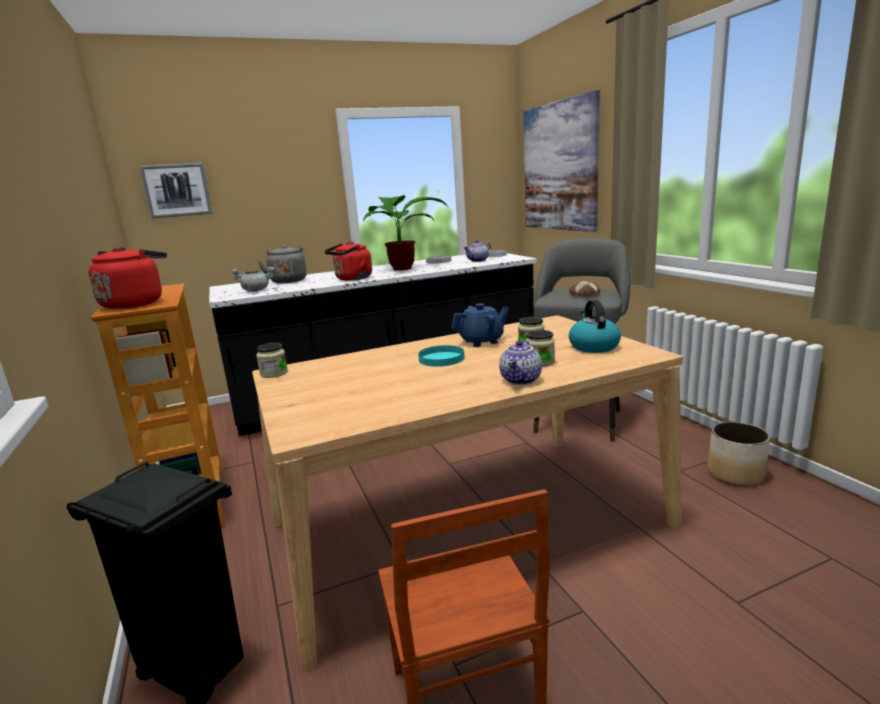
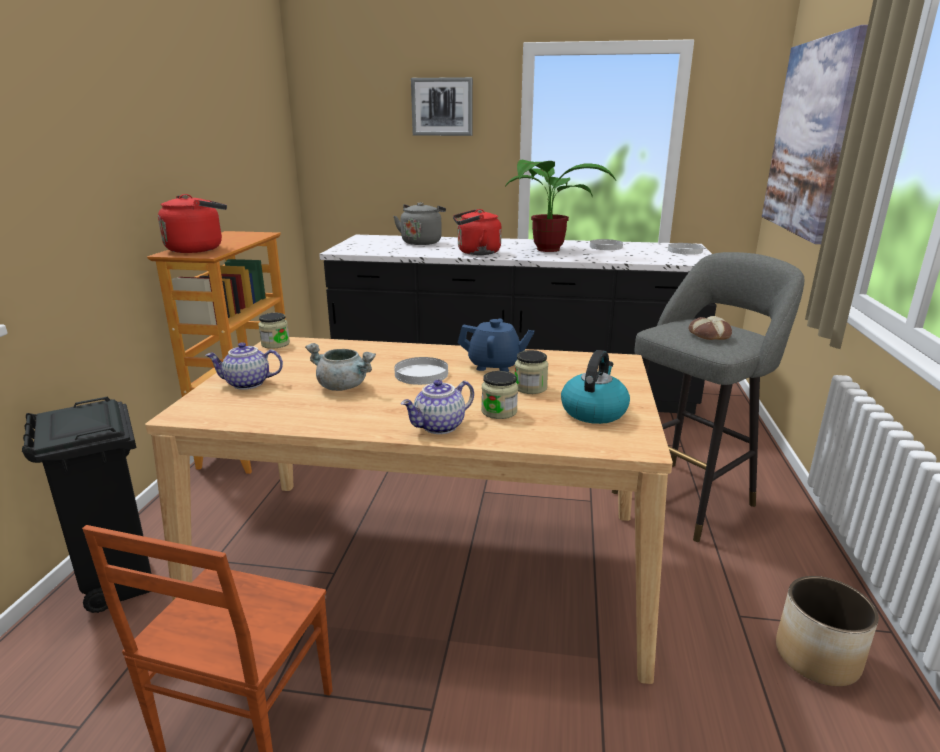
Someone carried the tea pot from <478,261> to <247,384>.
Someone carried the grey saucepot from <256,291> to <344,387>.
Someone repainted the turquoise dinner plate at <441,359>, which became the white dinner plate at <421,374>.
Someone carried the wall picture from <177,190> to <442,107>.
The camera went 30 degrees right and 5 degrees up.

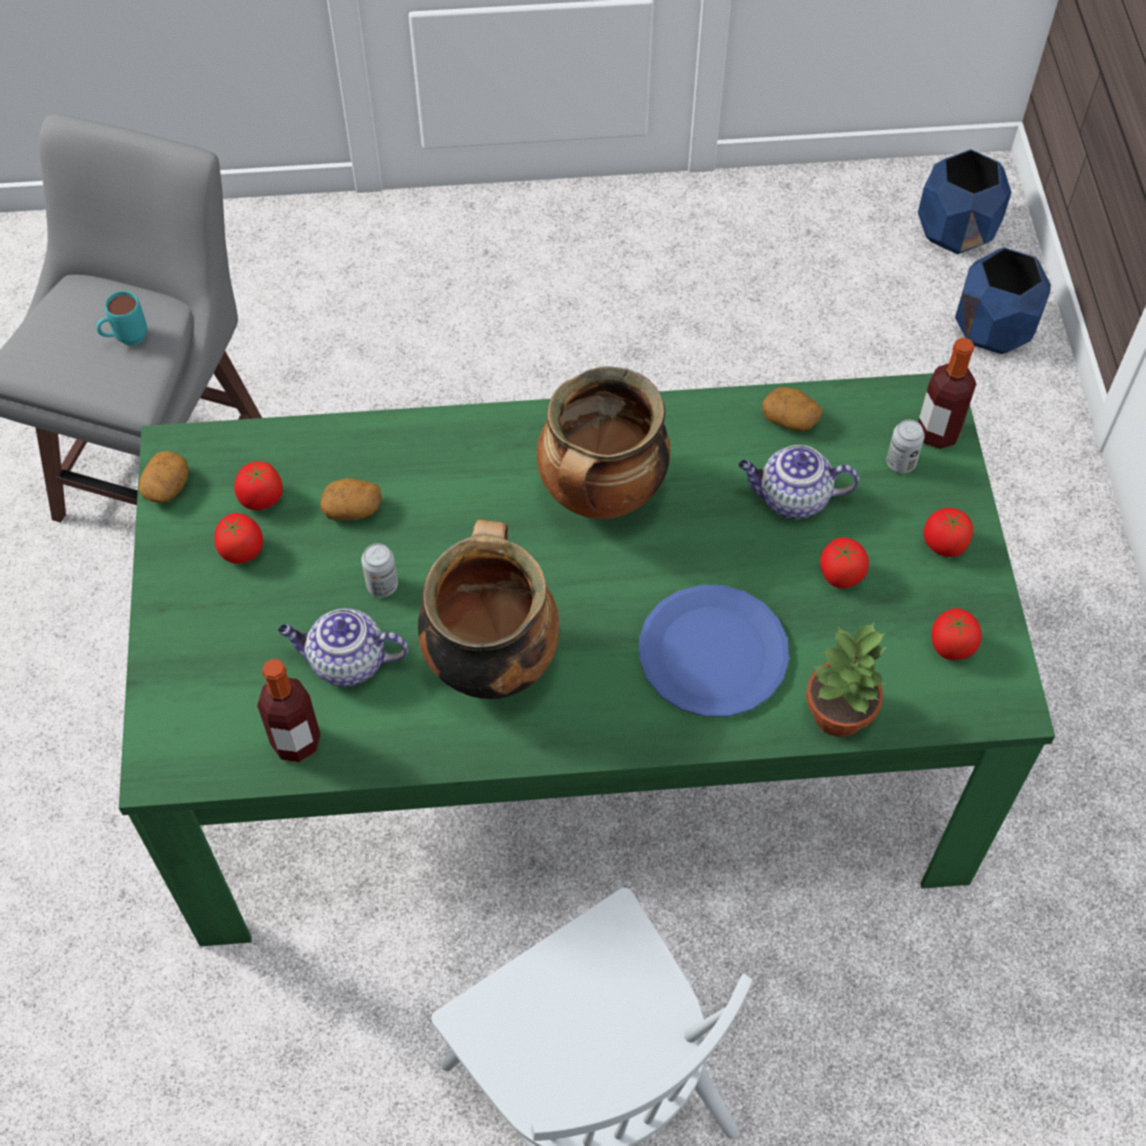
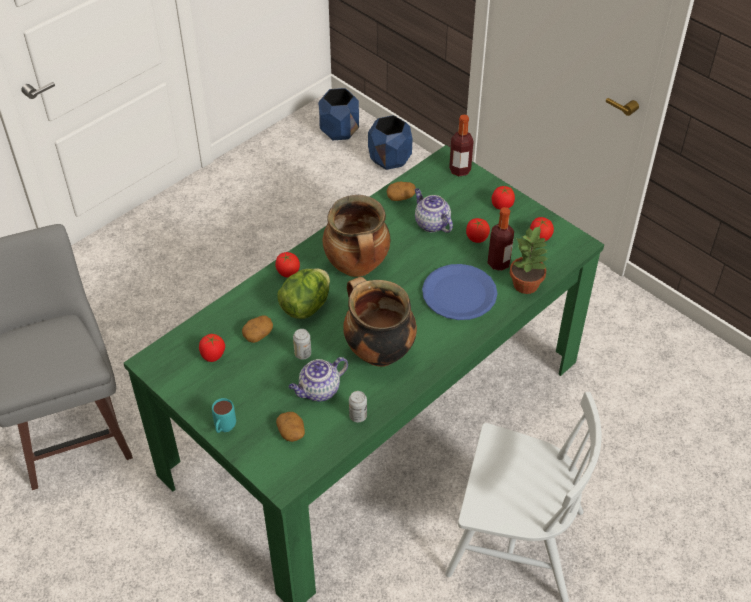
Someone carried the turquoise coffee mug from <126,340> to <224,429>.
Someone carried the tomato from <242,550> to <287,272>.
Someone carried the potato from <167,487> to <291,432>.
Someone put down the head of lettuce at <306,306>.
Someone carried the sealed can from <900,463> to <358,416>.
Someone rotated the tea pot at <792,499> by 90 degrees clockwise.
Someone carried the beverage bottle from <296,742> to <498,263>.
The camera went 40 degrees left and 10 degrees down.

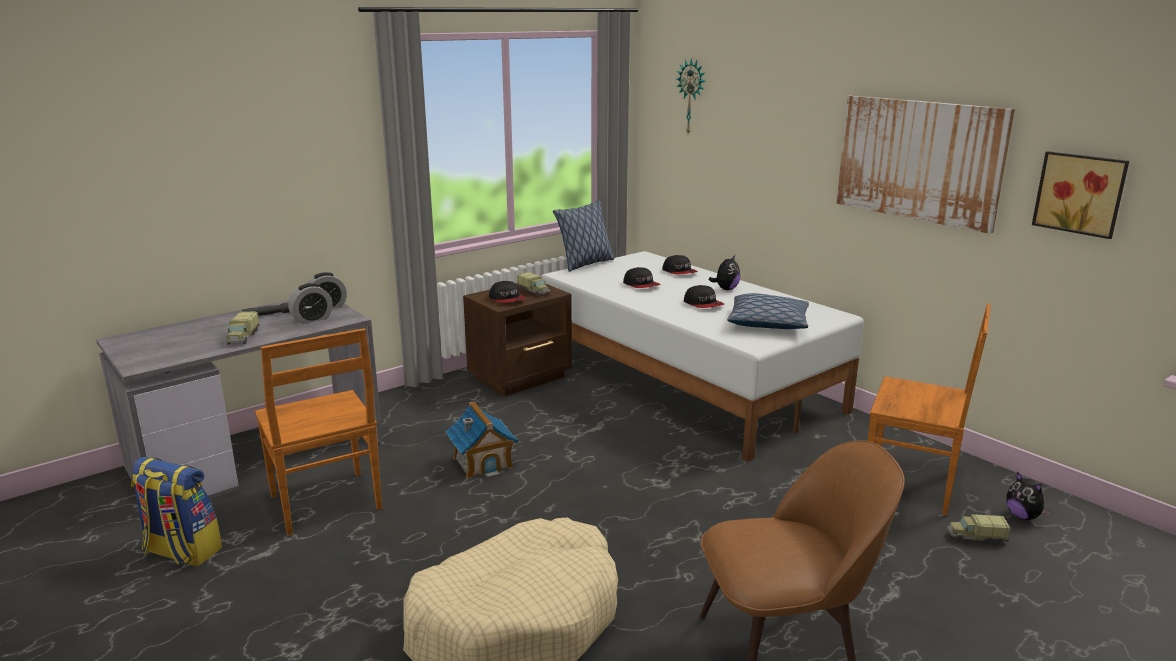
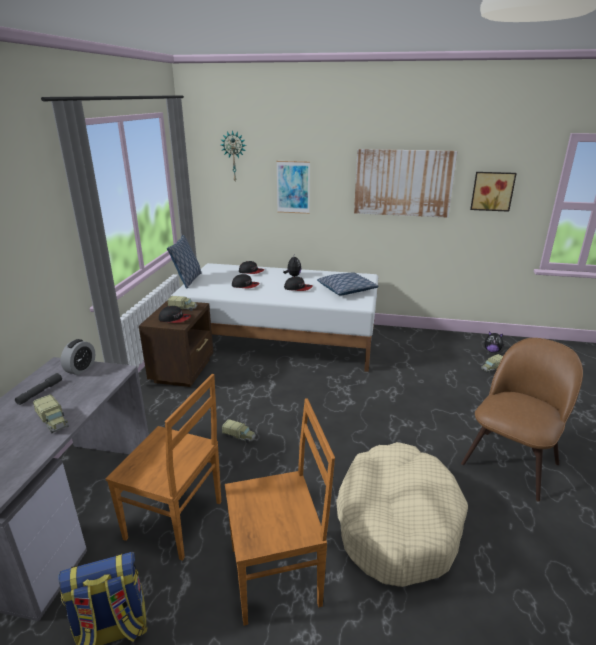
Someone swapped the miniature house at <483,462> for the toy lorry at <239,436>.
Someone carried the brown-coloured plain chair from <912,485> to <278,575>.
Someone put up the wall picture at <293,187>.
Someone took away the table clock at <312,319>.
The camera went 40 degrees left and 5 degrees up.

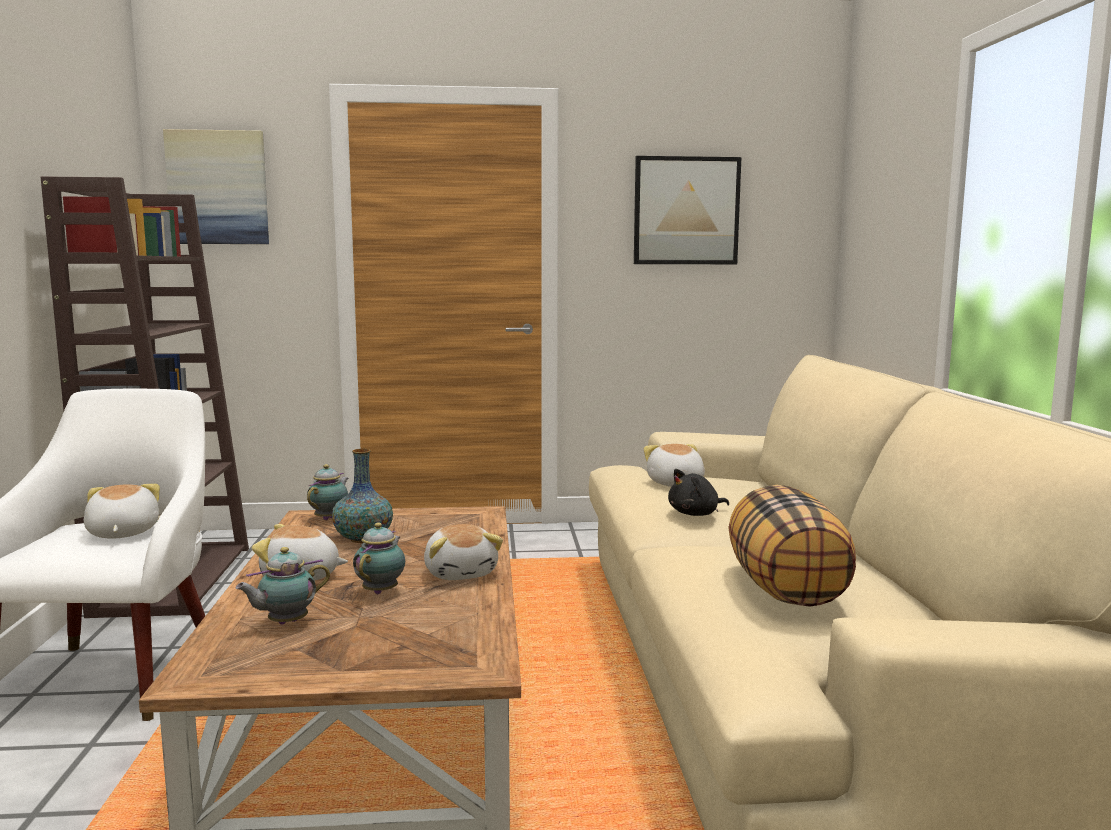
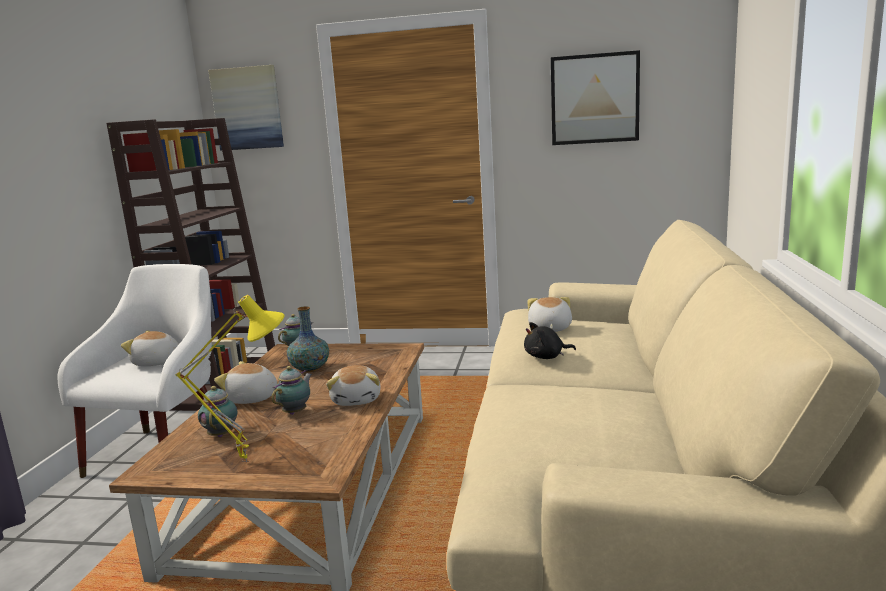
Someone rotated the cuddly toy at <121,533> by 75 degrees counterclockwise.
Someone put down the yellowish table lamp at <246,460>.
Someone rotated the tea pot at <285,623> by 105 degrees clockwise.
Someone took away the throw pillow at <787,590>.
The camera went 15 degrees right and 5 degrees up.

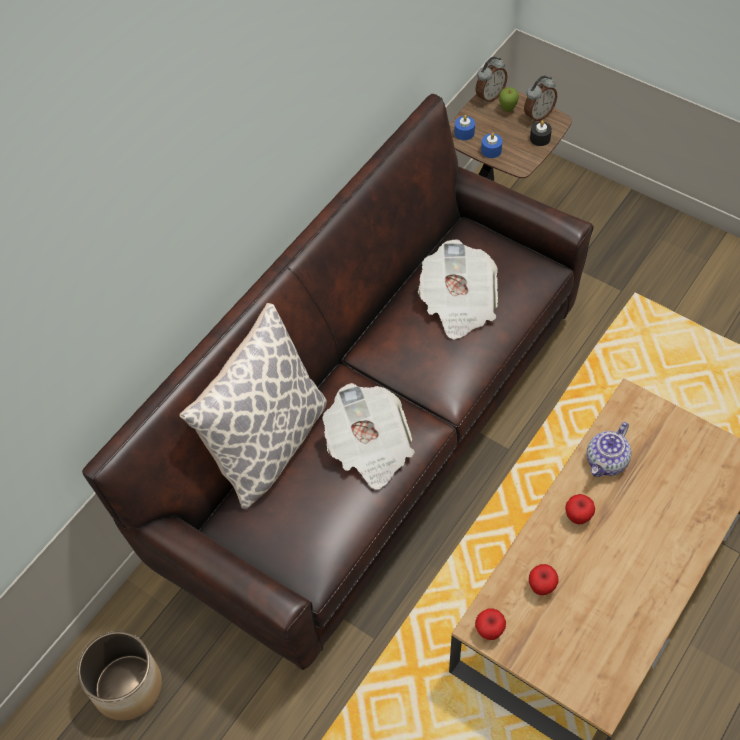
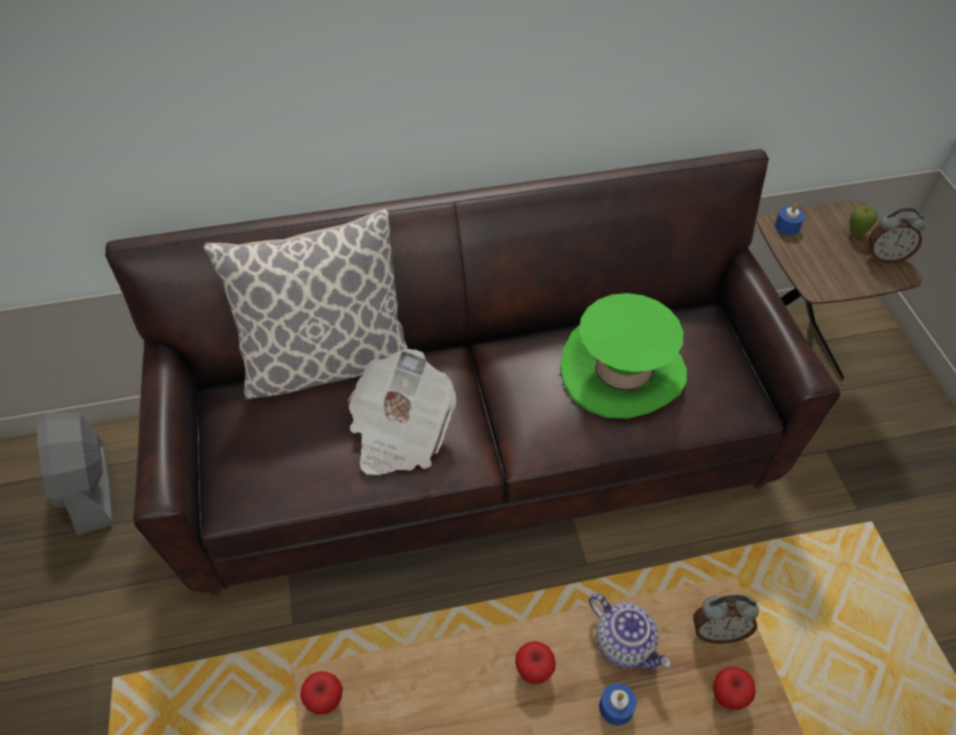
Someone swapped the plant pot at <128,686> for the grey electric fan at <90,488>.
Someone swapped the printed paper at <458,304> for the green hat at <622,371>.
Someone rotated the tea pot at <606,462> by 120 degrees counterclockwise.
Someone carried the blue-coloured wax light from <491,150> to <616,707>.
Someone carried the table clock from <489,96> to <717,631>.
Someone carried the apple from <541,587> to <727,696>.
Someone took away the black-coloured wax light at <540,138>.
The camera went 40 degrees right and 5 degrees down.

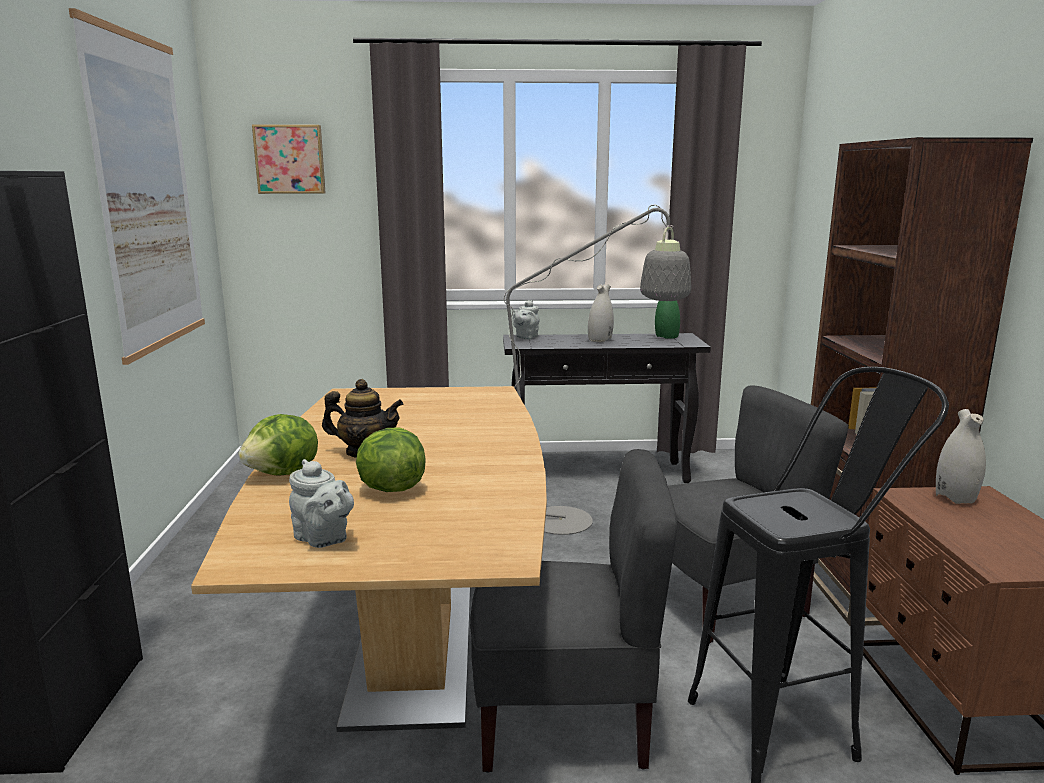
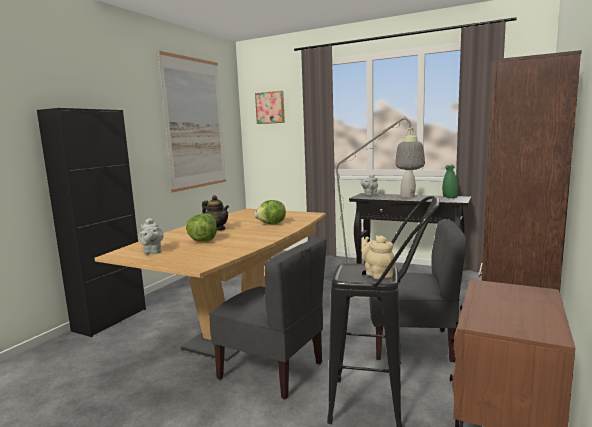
Someone carried the head of lettuce from <284,474> to <272,224>.
Someone put down the beige-coloured tea pot at <377,274>.
Someone took away the white decorative vase at <955,498>.
The camera went 30 degrees right and 5 degrees down.

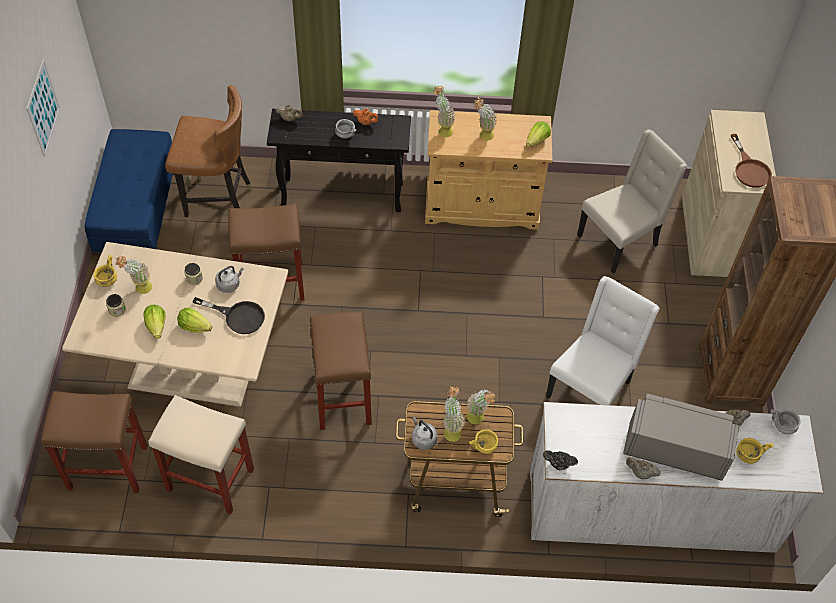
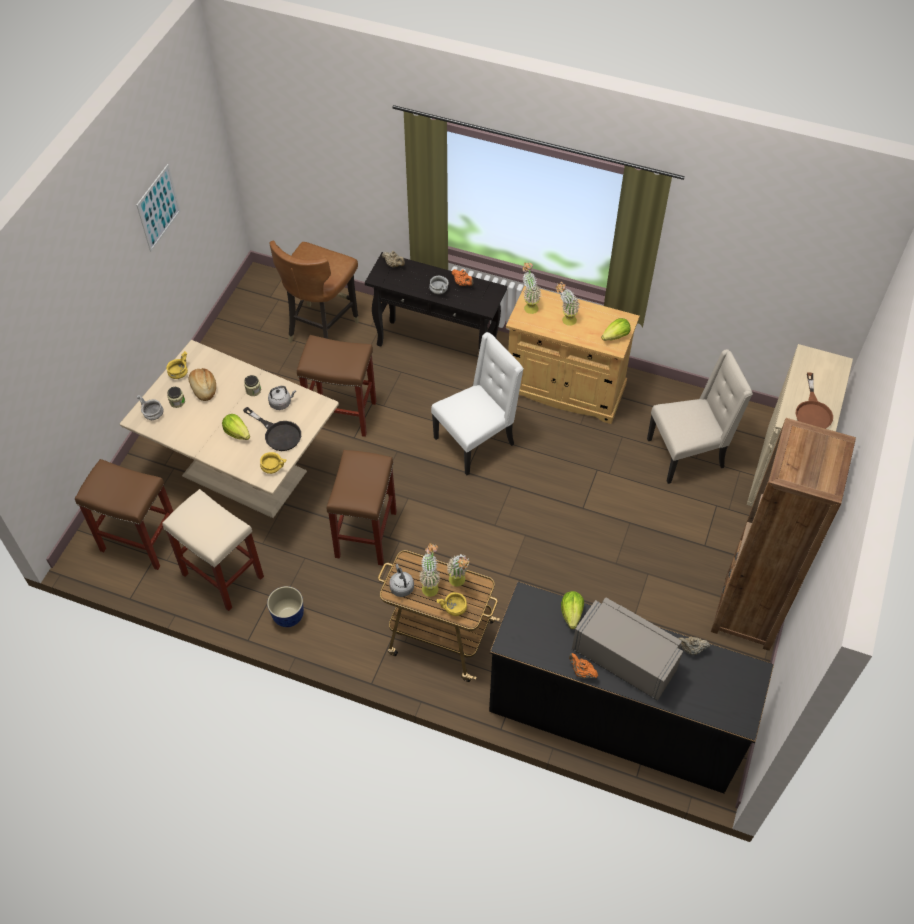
Someone carried the grey serving bowl from <783,426> to <153,415>.
Someone swapped the plant in a pot at <140,289> for the bakery bread at <203,388>.
Someone carried the yellowish serving bowl from <747,455> to <272,468>.
Someone put down the plant pot at <288,617>.
Someone rotated the brown-coloured plain chair at <218,203> by 90 degrees clockwise.
Someone carried the white plain chair from <590,389> to <476,441>.
Someone repainted the white chest of drawers at <650,510>, which became the black-coloured chest of drawers at <614,717>.
Someone carried the head of lettuce from <157,326> to <571,613>.
Someone repainted the beige-coloured tea pot at <640,473>, which became the orange tea pot at <581,672>.
Someone took away the blue-coloured long seat at <138,215>.
Someone took away the black-coloured tea pot at <558,464>.
The camera went 20 degrees right and 0 degrees up.

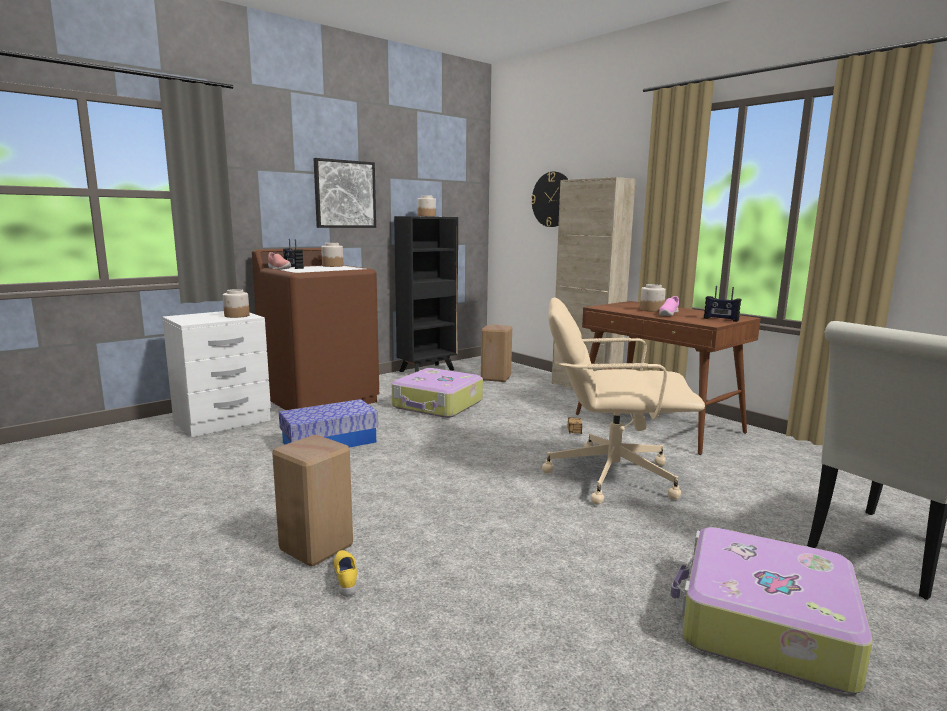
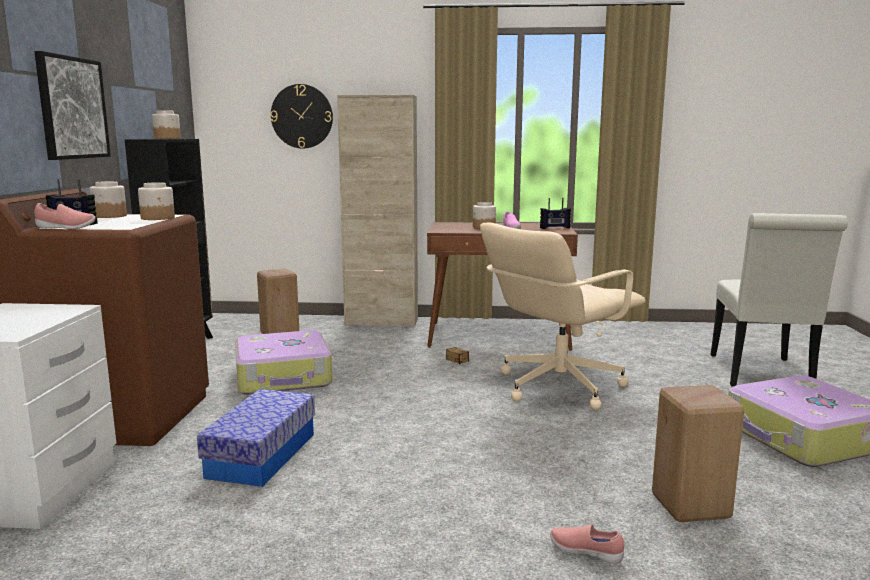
Someone carried the preserve jar from <237,315> to <158,218>.
Someone repainted the yellowish low shoe at <346,579>, which became the pinkish low shoe at <585,552>.
Someone carried the beige-coloured stool from <316,549> to <693,507>.
The camera went 45 degrees left and 0 degrees up.

